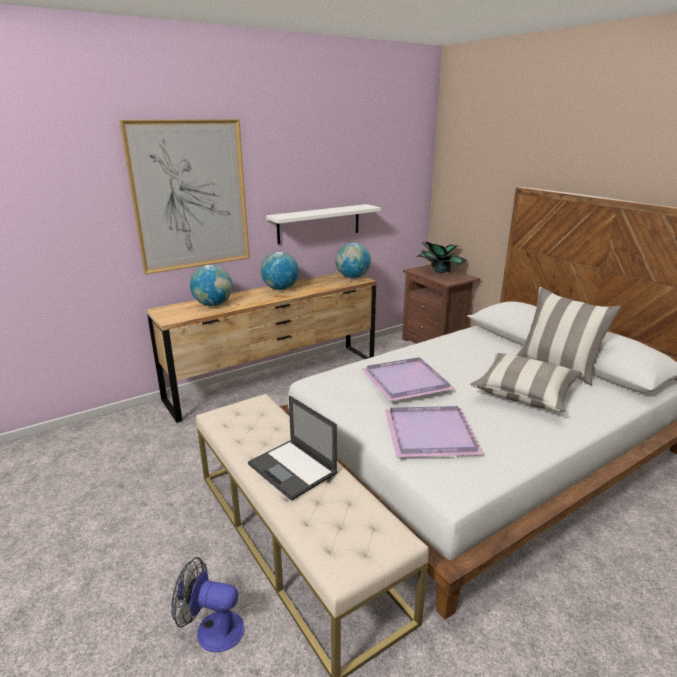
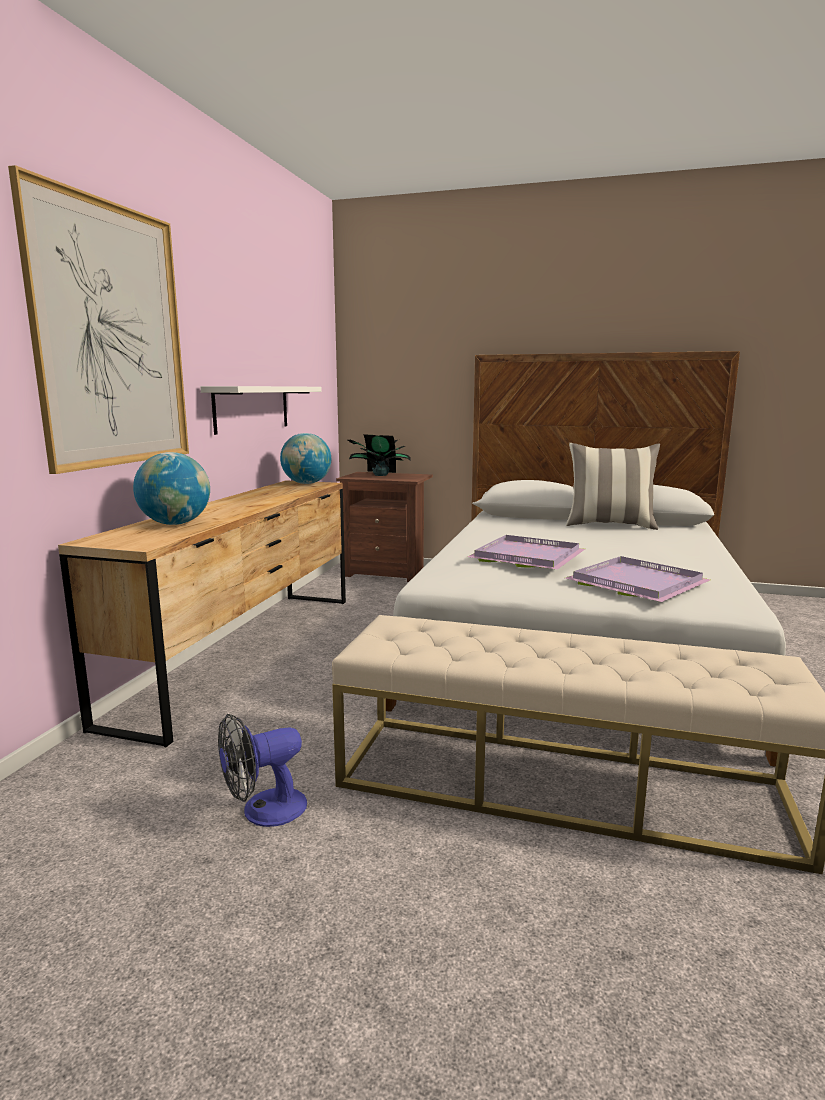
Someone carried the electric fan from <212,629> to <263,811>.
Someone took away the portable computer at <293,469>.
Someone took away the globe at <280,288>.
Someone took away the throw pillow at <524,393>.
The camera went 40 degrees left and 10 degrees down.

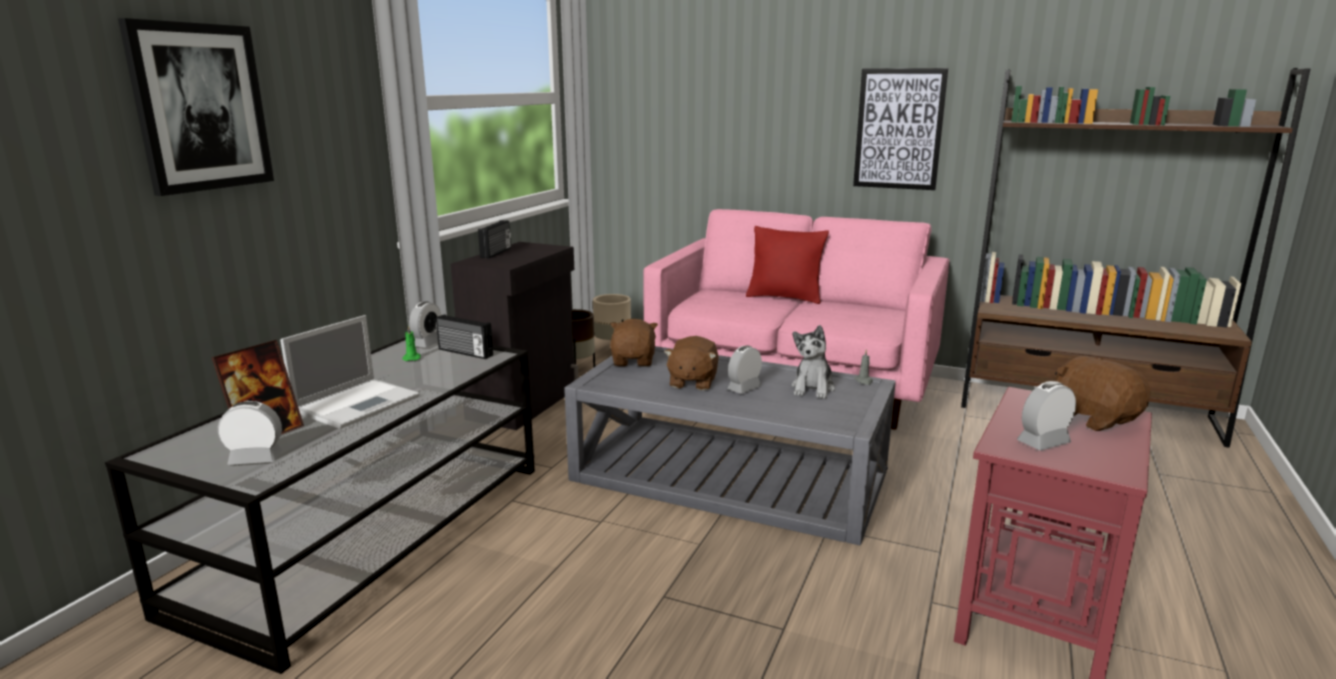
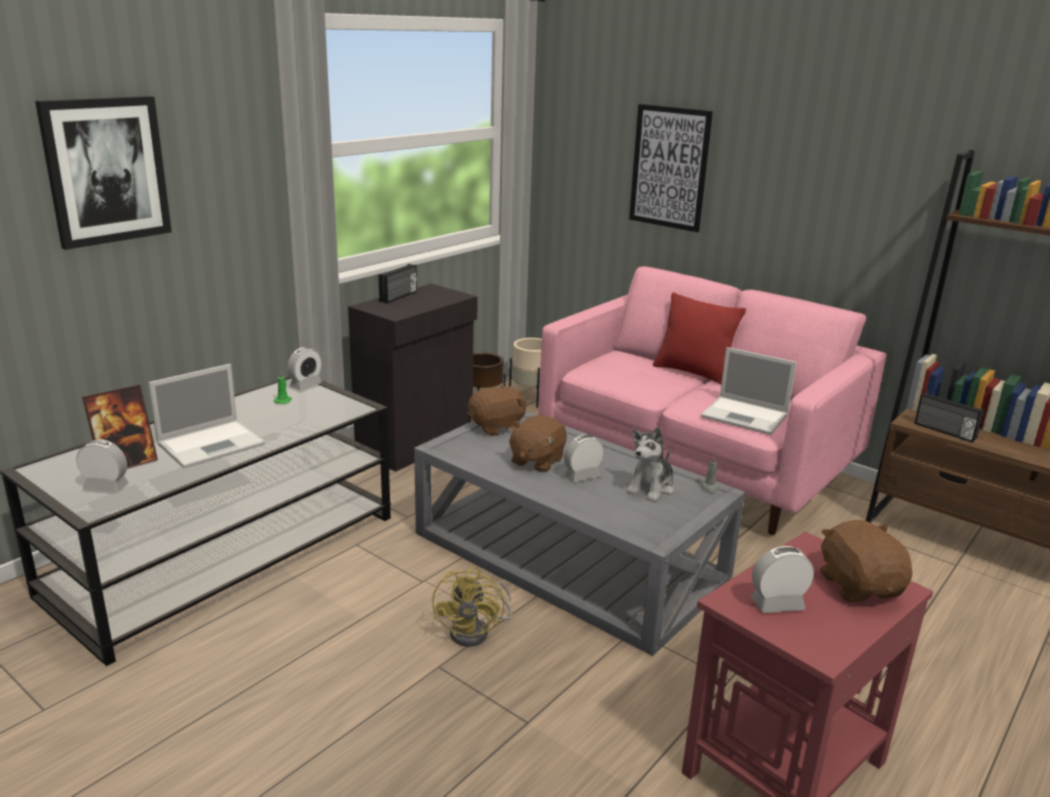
Someone put down the yellowish electric fan at <476,631>.
Someone rotated the brown-coloured cuddly toy at <634,361> by 45 degrees clockwise.
Someone carried the wall picture from <899,129> to <669,167>.
Someone put down the portable computer at <746,416>.
Someone carried the radio from <464,352> to <944,431>.
The camera went 15 degrees right and 5 degrees up.

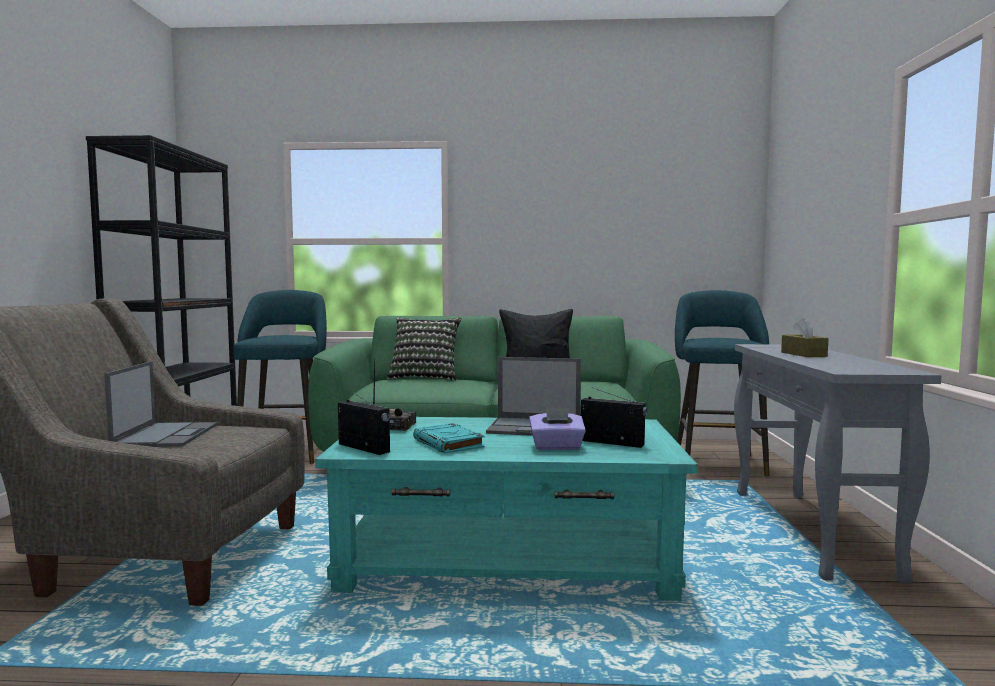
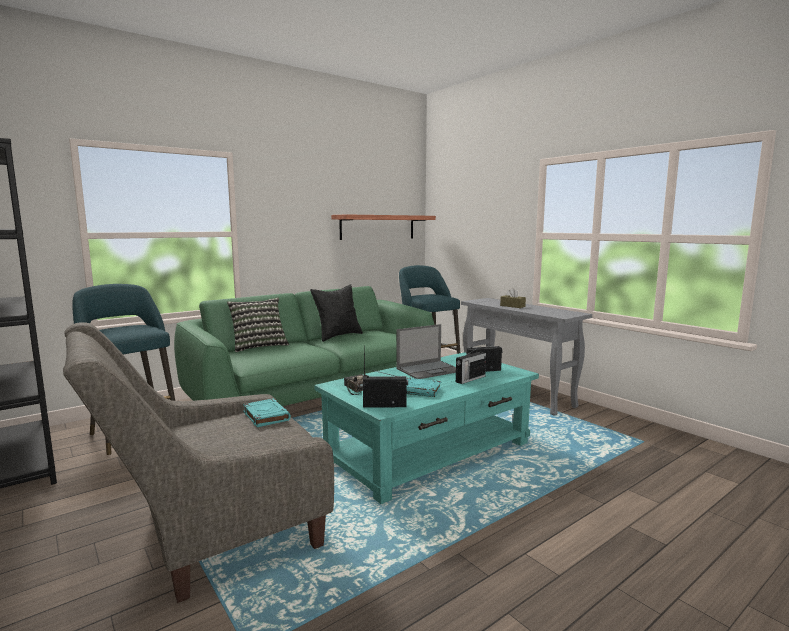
Someone put down the turquoise bound book at <265,416>.
Someone put up the shelf at <378,227>.
Someone swapped the purple box of tissues at <556,447> for the radio at <470,379>.
Someone took away the portable computer at <166,435>.
The camera went 40 degrees left and 5 degrees up.

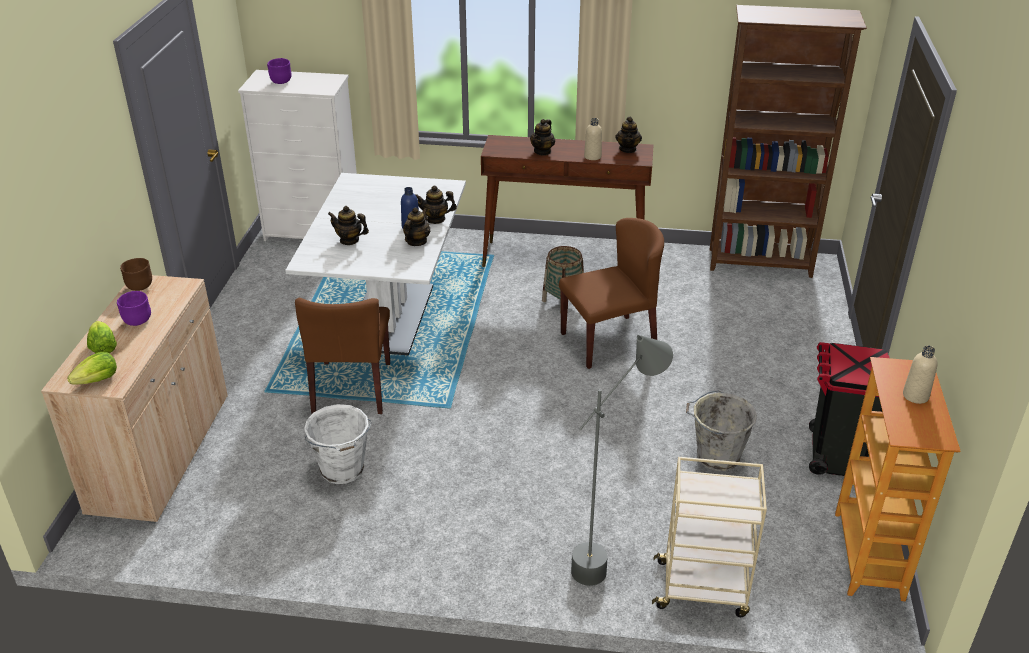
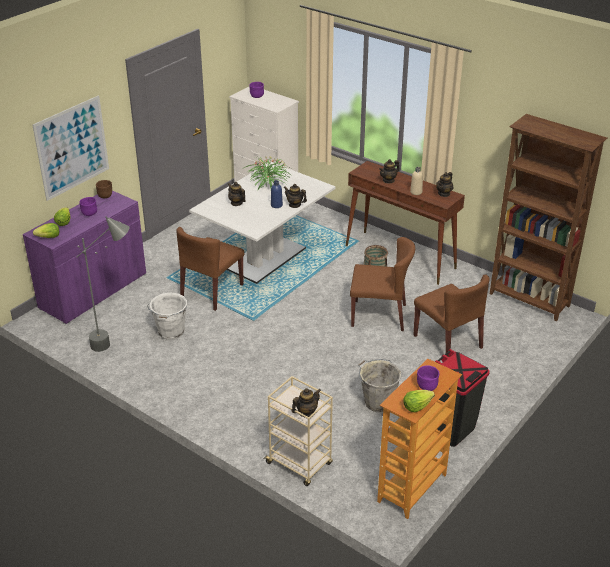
Someone repainted the beige-coloured storage cabinet at <161,453>, which became the purple storage cabinet at <93,291>.
Someone put up the wall picture at <72,147>.
Someone carried the grey standing lamp from <611,557> to <116,344>.
Someone put down the plant in a pot at <269,183>.
Someone carried the tea pot from <417,242> to <306,412>.
Someone put down the head of lettuce at <416,406>.
Someone put down the brown-coloured plain chair at <448,342>.
Someone swapped the beige-coloured beverage bottle at <915,396> for the purple serving bowl at <426,387>.
The camera went 30 degrees right and 0 degrees up.

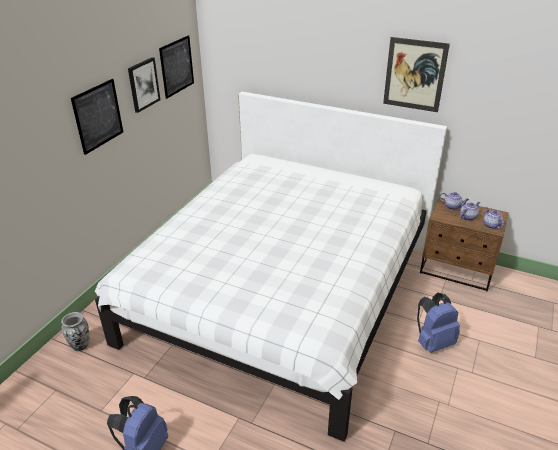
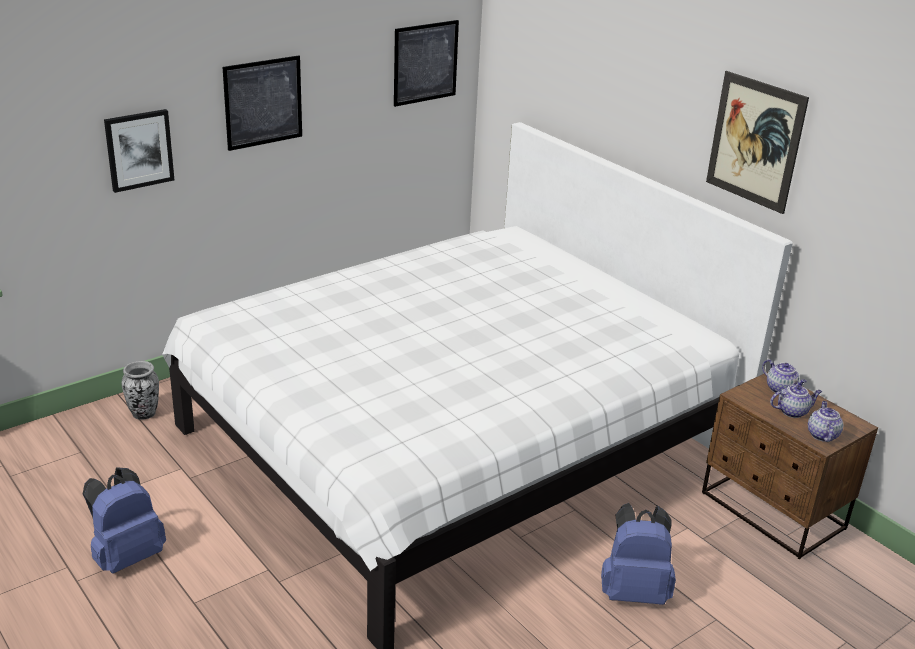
Someone carried the wall picture from <143,84> to <139,150>.
The camera went 25 degrees right and 5 degrees down.

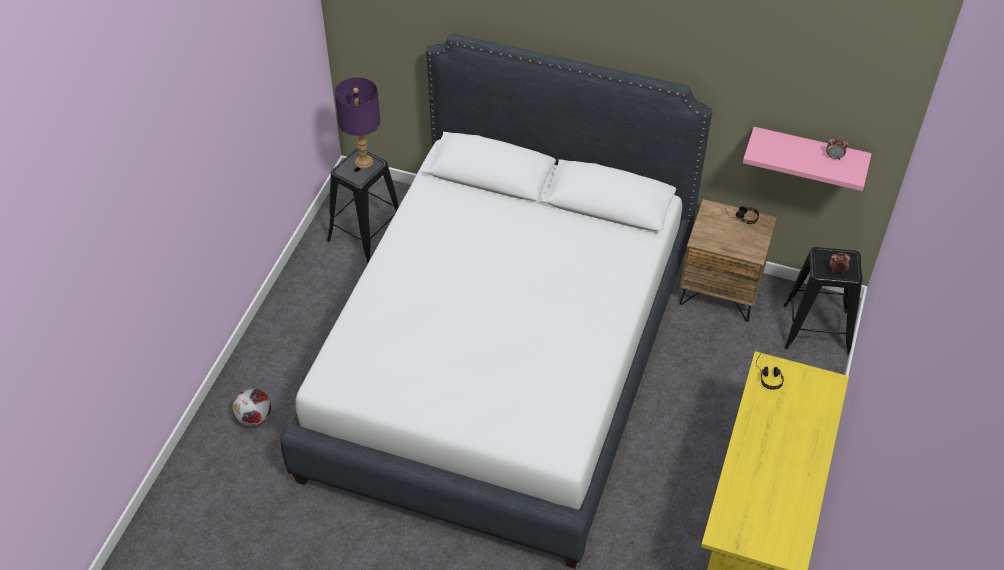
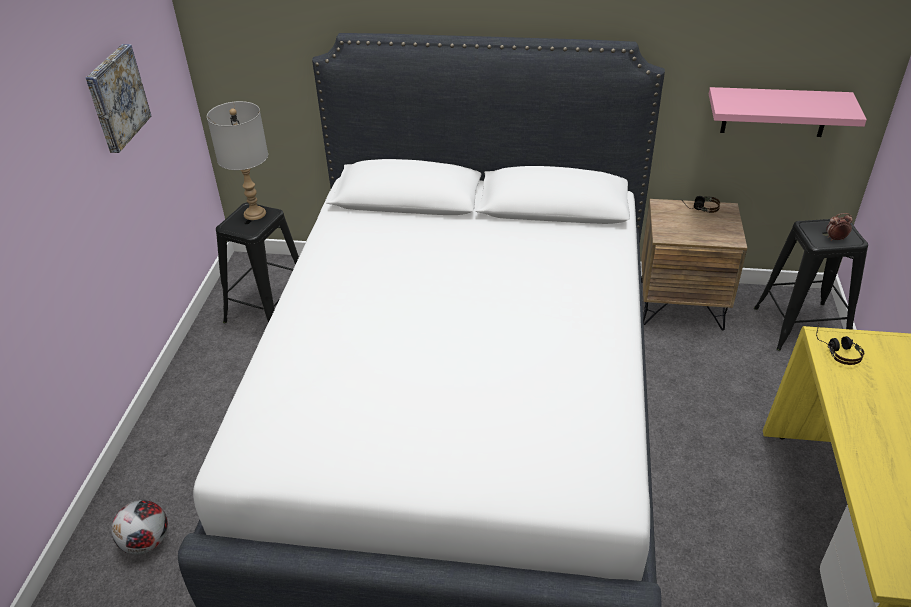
Someone put up the wall picture at <116,98>.
Someone repainted the purple table lamp at <363,162>, which became the grey table lamp at <254,214>.
Someone took away the table clock at <834,157>.
The camera went 10 degrees left and 10 degrees down.

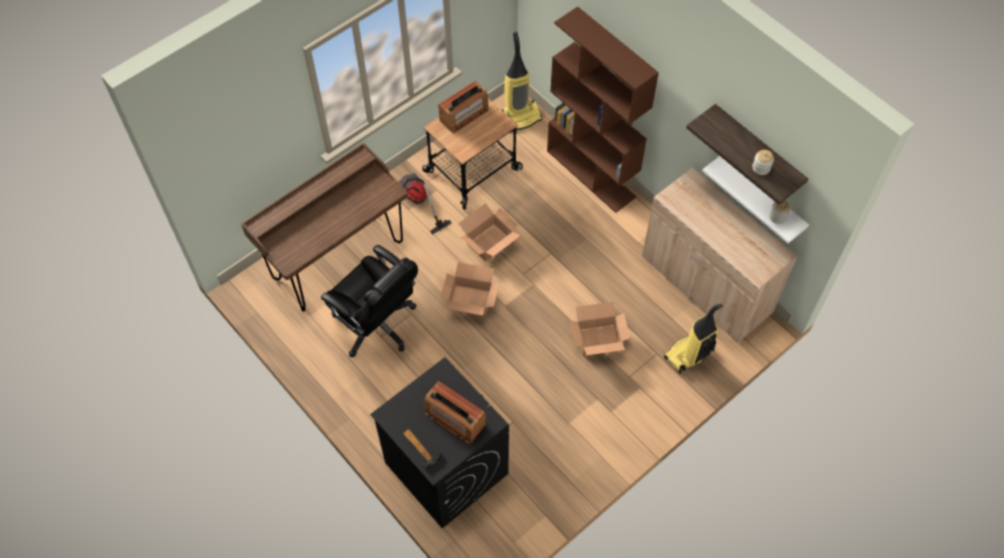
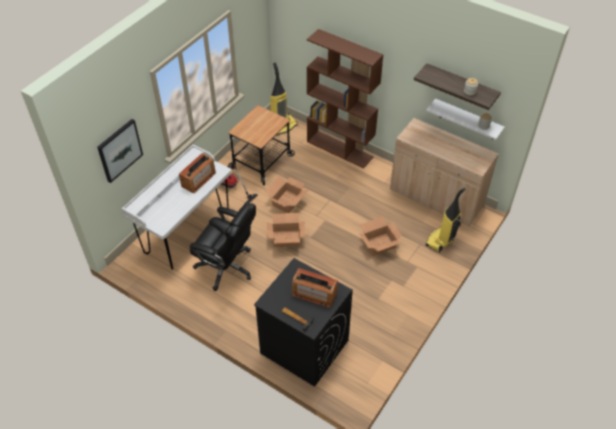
Someone put up the wall picture at <119,150>.
Someone repainted the brown-coloured desk at <338,260>, which became the white desk at <187,233>.
Someone carried the radio from <464,115> to <198,179>.
The camera went 15 degrees left and 10 degrees down.

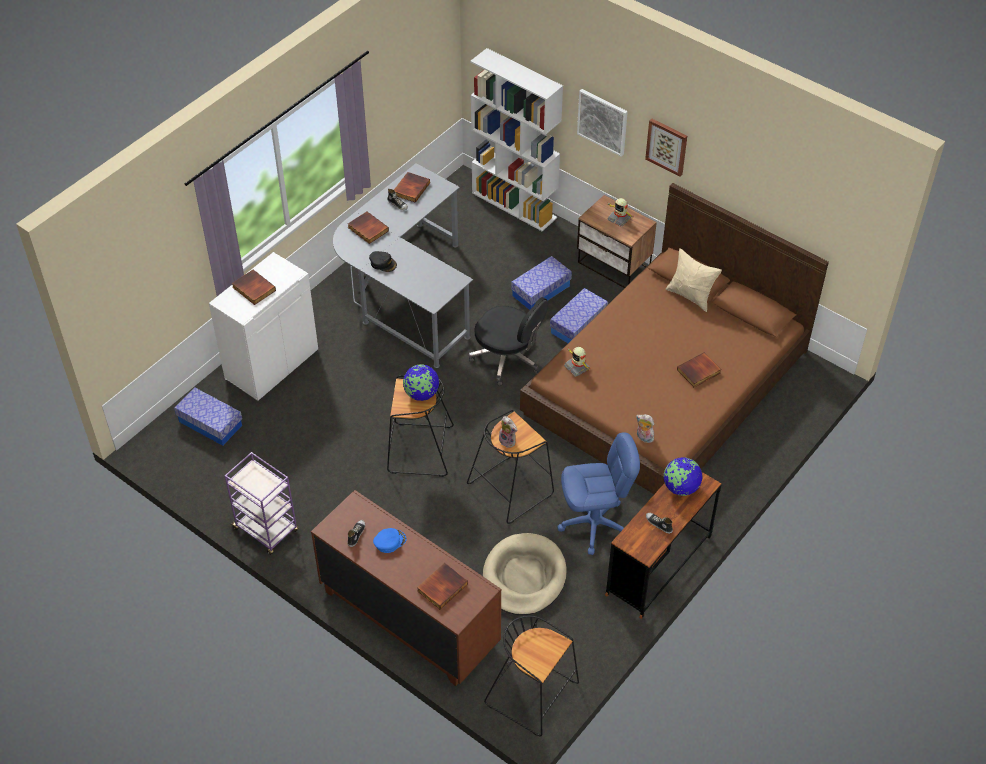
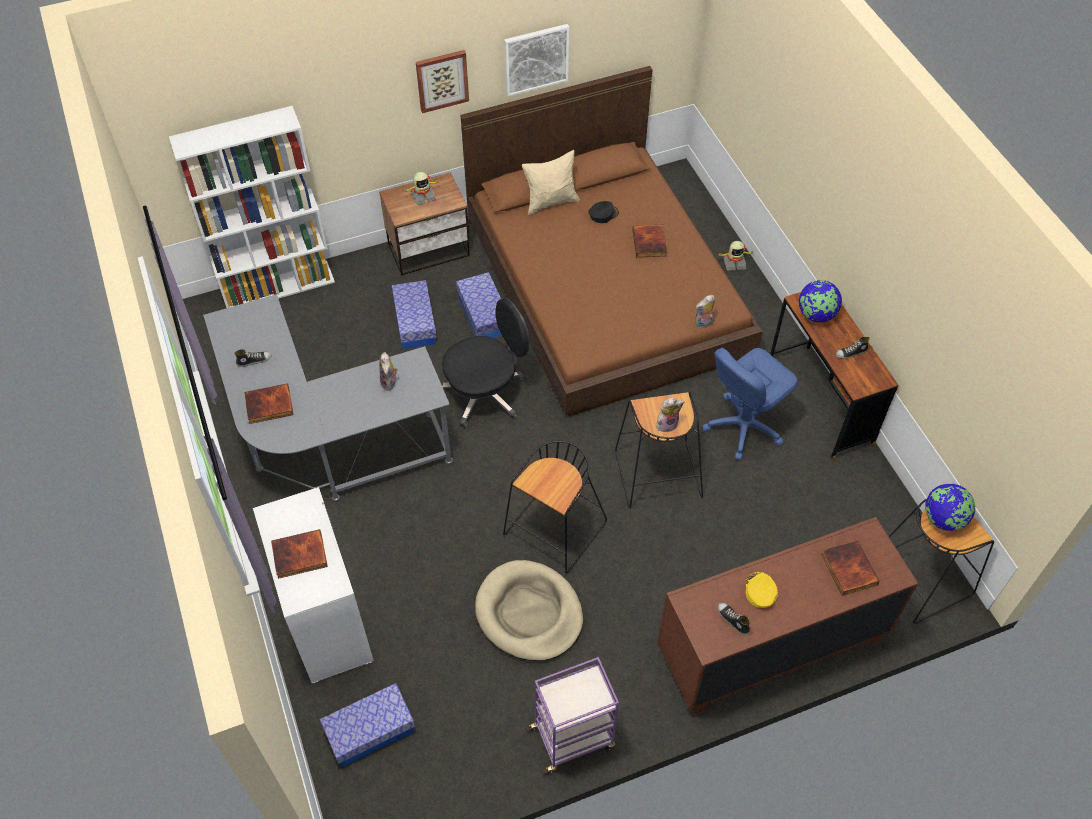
Someone put down the cuddly toy at <390,383>.
Someone carried the beige-coloured pet bed from <524,577> to <529,613>.
Someone carried the wall picture from <602,121> to <536,59>.
Someone carried the black-coloured cap from <383,263> to <603,214>.
Someone rotated the blue-coloured computer chair at <594,524> by 150 degrees counterclockwise.
Someone carried the toy robot from <577,367> to <734,263>.
Someone repainted the blue-coloured cap at <389,541>, which became the yellowish cap at <760,591>.
Someone carried the globe from <421,394> to <943,519>.
Someone took away the bound book at <411,188>.
The camera went 60 degrees left and 5 degrees up.

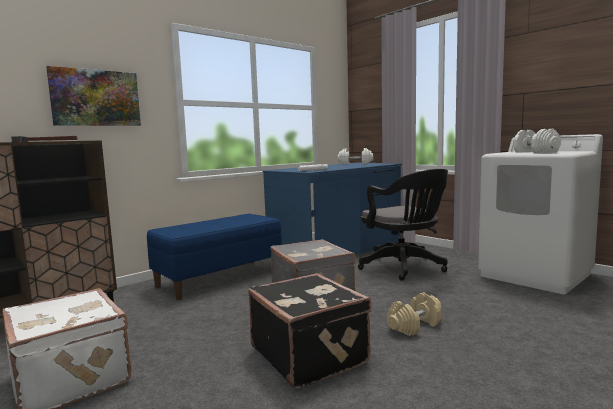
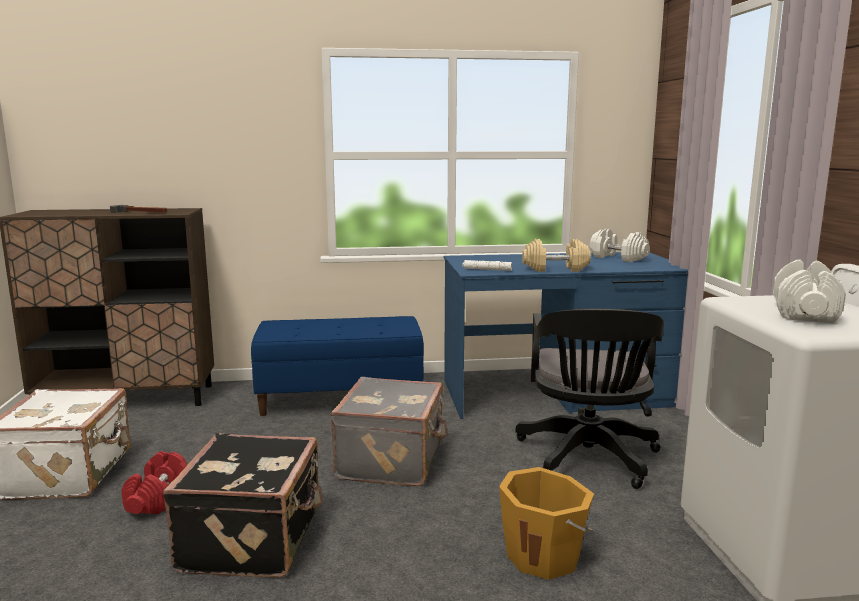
Someone put down the red hand weight at <158,498>.
Someone put down the orange water bucket at <544,556>.
Someone carried the beige-coloured hand weight from <414,326> to <555,269>.
Someone took away the wall picture at <96,98>.
The camera went 35 degrees right and 5 degrees up.

